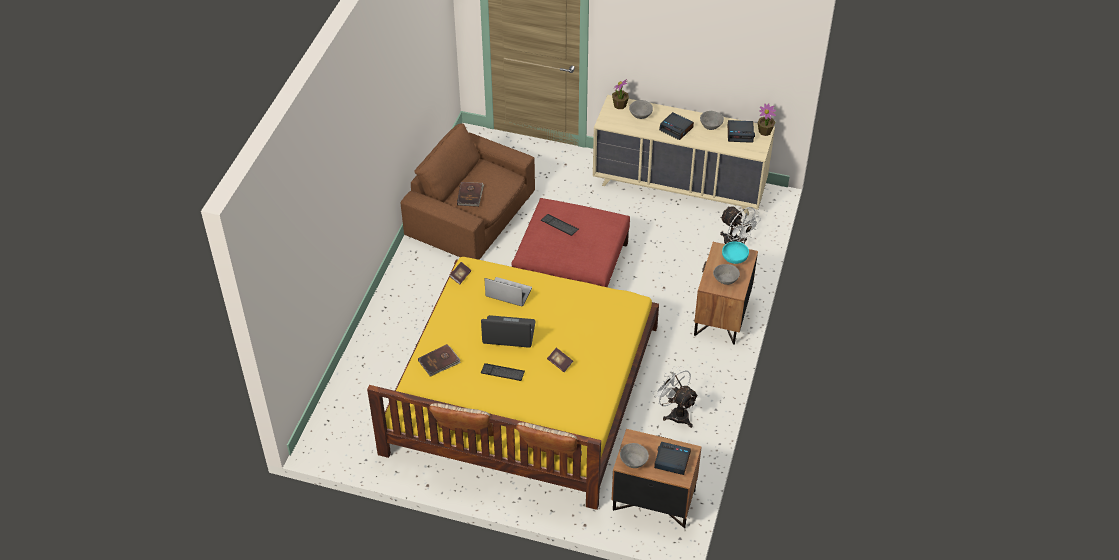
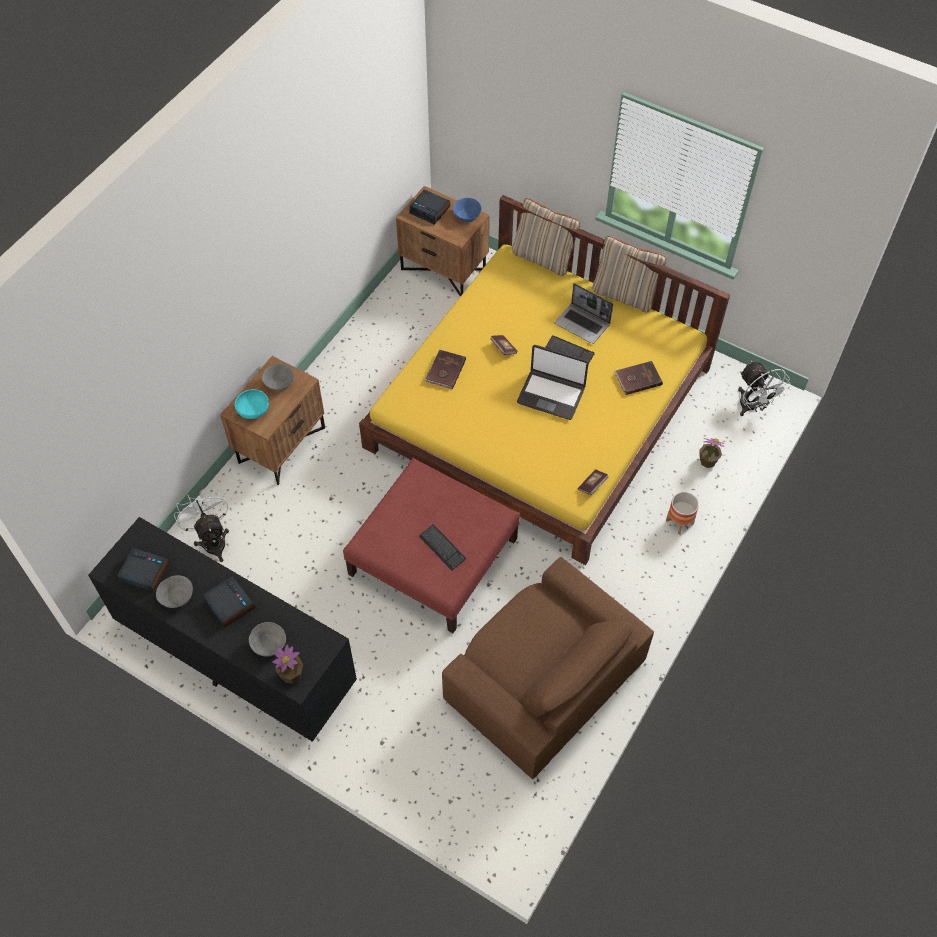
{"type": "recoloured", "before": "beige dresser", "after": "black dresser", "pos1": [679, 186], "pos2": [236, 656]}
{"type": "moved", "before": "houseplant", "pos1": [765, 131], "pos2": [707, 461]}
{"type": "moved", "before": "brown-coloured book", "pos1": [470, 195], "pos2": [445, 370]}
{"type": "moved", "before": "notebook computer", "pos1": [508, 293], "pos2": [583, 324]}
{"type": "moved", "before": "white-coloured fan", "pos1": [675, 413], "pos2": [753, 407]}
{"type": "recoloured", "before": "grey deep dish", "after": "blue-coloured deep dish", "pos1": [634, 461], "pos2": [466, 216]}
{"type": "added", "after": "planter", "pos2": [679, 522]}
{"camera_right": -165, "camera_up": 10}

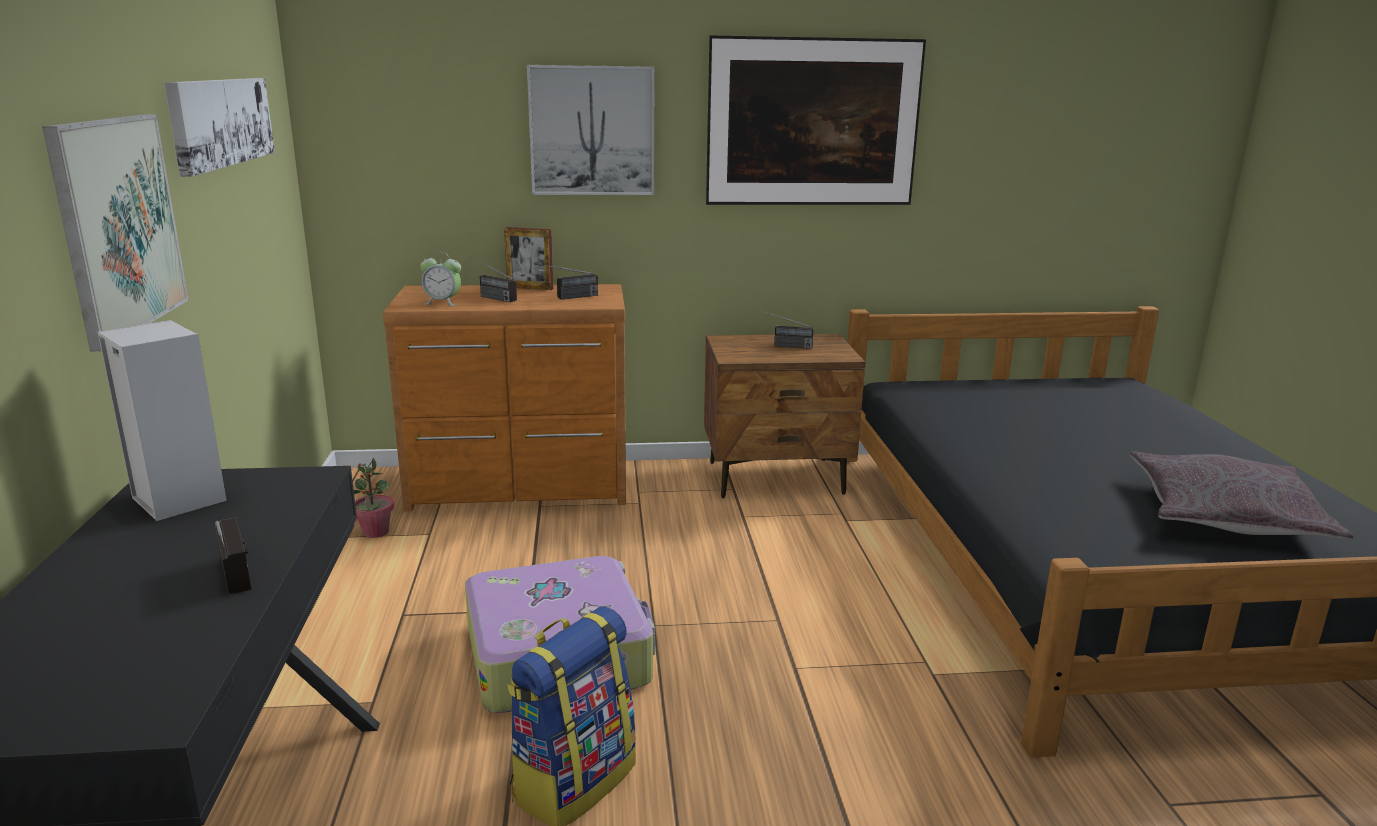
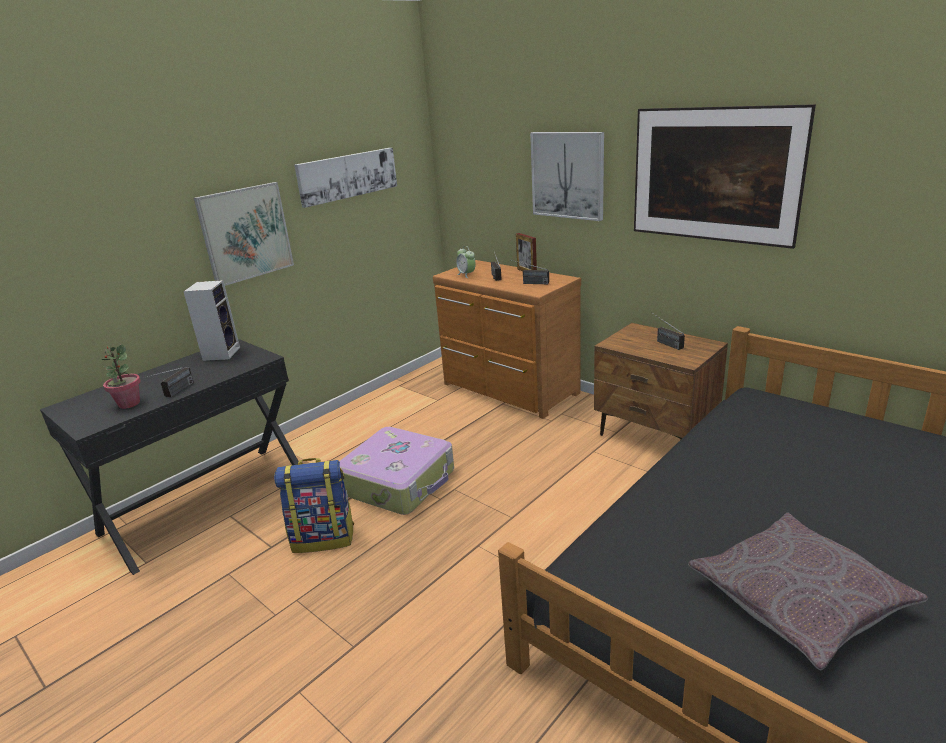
{"type": "moved", "before": "houseplant", "pos1": [375, 532], "pos2": [129, 404]}
{"camera_right": 50, "camera_up": 5}

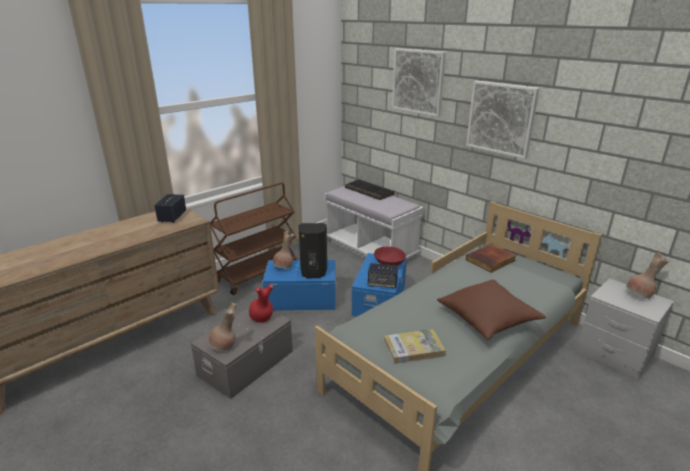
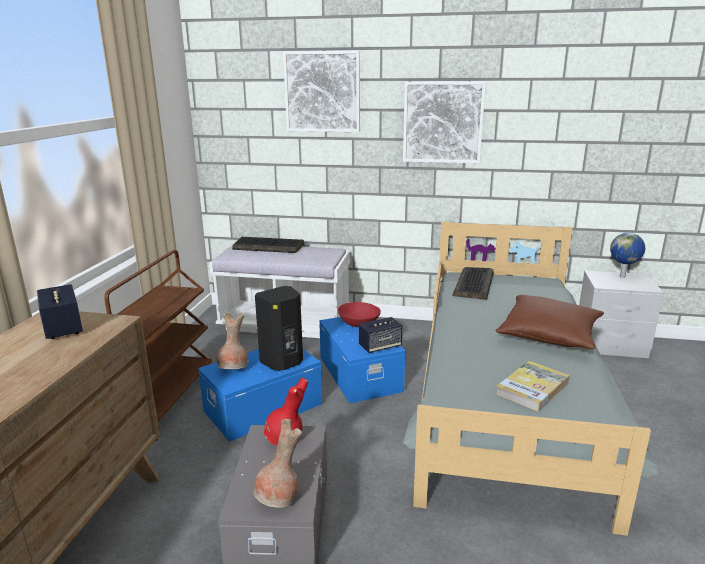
{"type": "replaced", "before": "book", "after": "computer keyboard", "pos1": [491, 261], "pos2": [474, 285]}
{"type": "replaced", "before": "brown-coloured flower vase", "after": "world globe", "pos1": [639, 295], "pos2": [623, 277]}
{"camera_right": -35, "camera_up": -5}

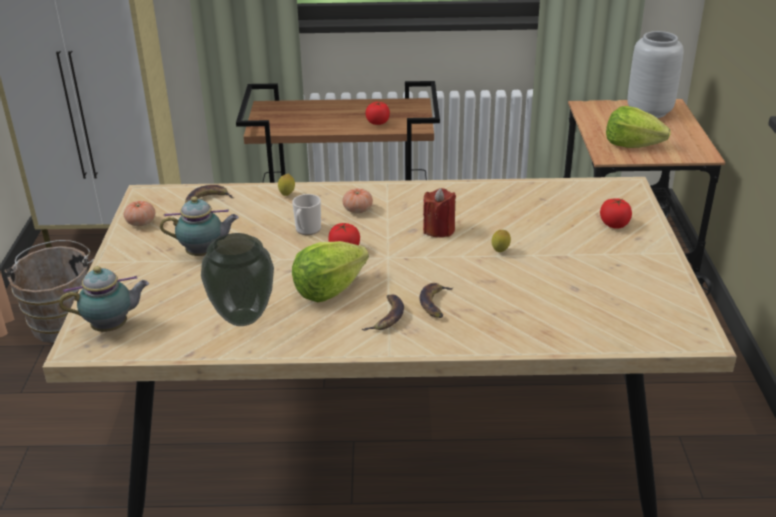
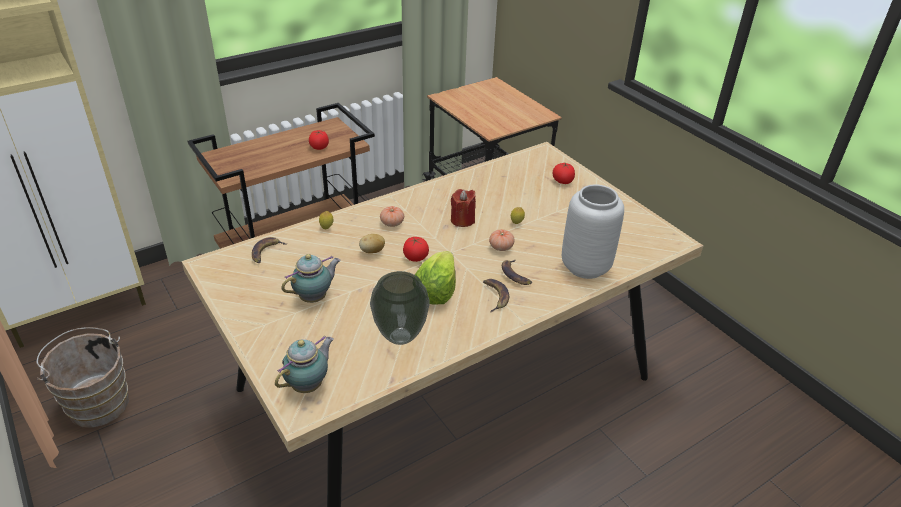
{"type": "moved", "before": "grey flower vase", "pos1": [650, 112], "pos2": [586, 267]}
{"type": "removed", "before": "lettuce", "pos1": [632, 145]}
{"type": "replaced", "before": "mug", "after": "spud", "pos1": [307, 230], "pos2": [372, 251]}
{"type": "moved", "before": "tomato", "pos1": [141, 223], "pos2": [501, 247]}
{"camera_right": -35, "camera_up": 5}

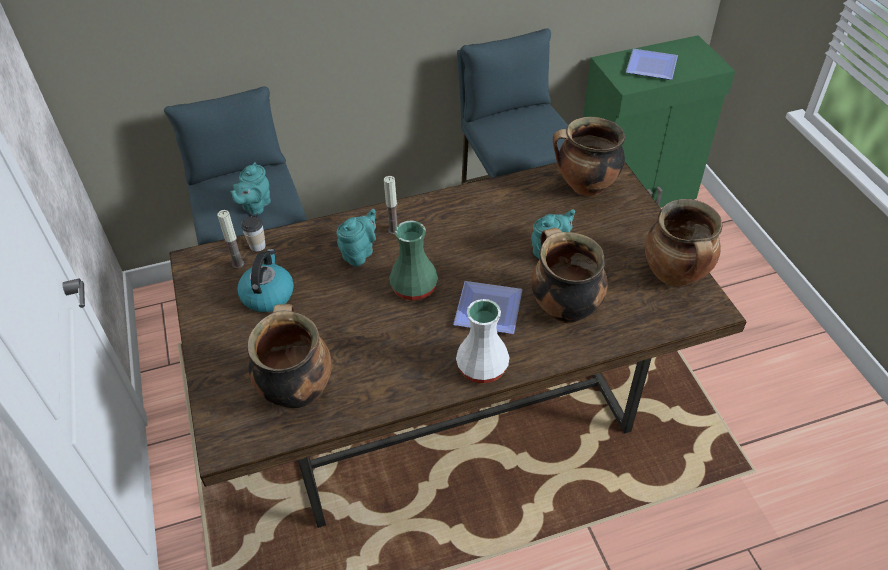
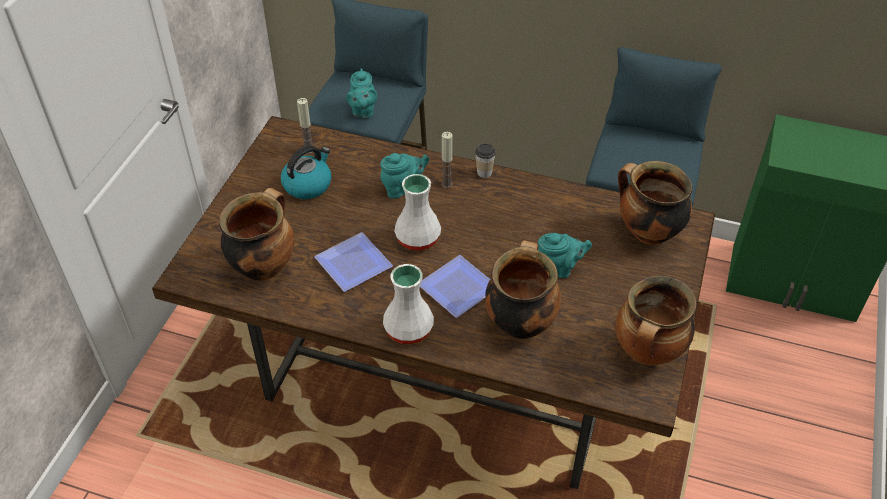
{"type": "moved", "before": "plate", "pos1": [650, 65], "pos2": [354, 262]}
{"type": "turned", "before": "turquoise teapot", "pos1": [255, 206], "pos2": [363, 111], "turn": -60}
{"type": "moved", "before": "cup", "pos1": [257, 246], "pos2": [484, 172]}
{"type": "recoloured", "before": "greenish flower vase", "after": "white-coloured flower vase", "pos1": [414, 286], "pos2": [418, 238]}
{"camera_right": 35, "camera_up": 0}

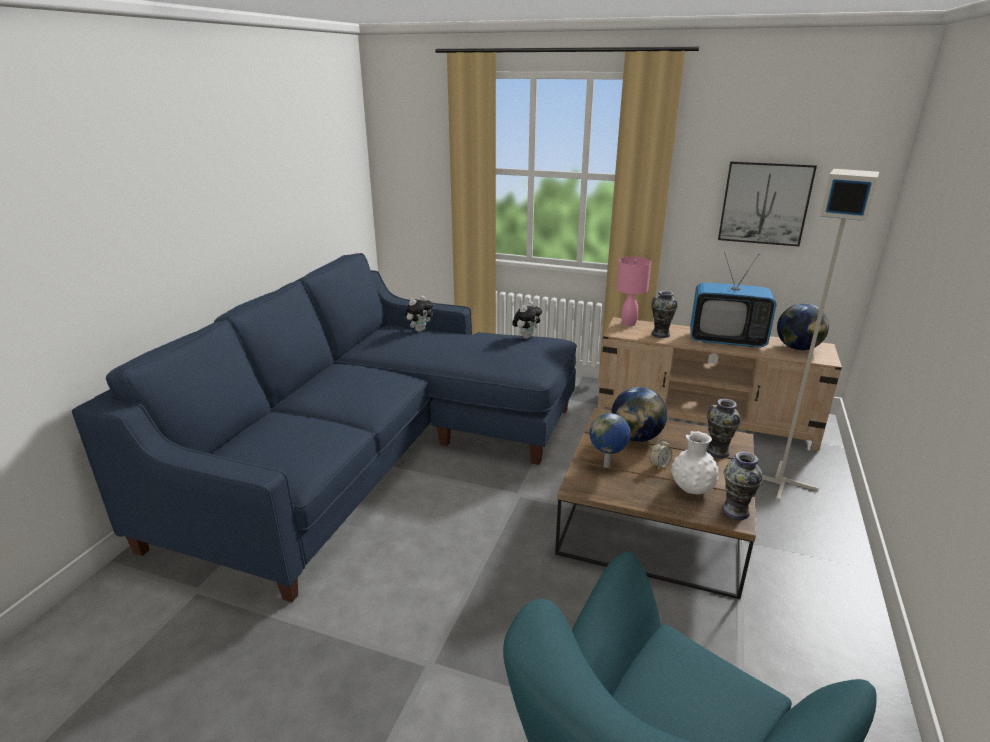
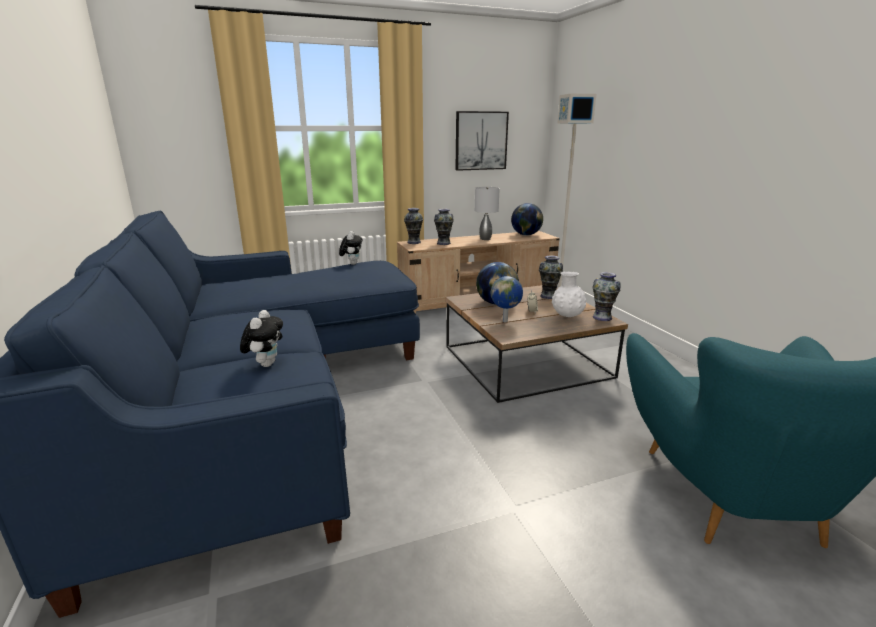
{"type": "replaced", "before": "TV set", "after": "grey tabletop lamp", "pos1": [726, 340], "pos2": [485, 239]}
{"type": "replaced", "before": "pink-coloured tabletop lamp", "after": "flower vase", "pos1": [629, 323], "pos2": [414, 242]}
{"type": "moved", "before": "soft toy", "pos1": [419, 330], "pos2": [266, 364]}
{"camera_right": -40, "camera_up": -5}

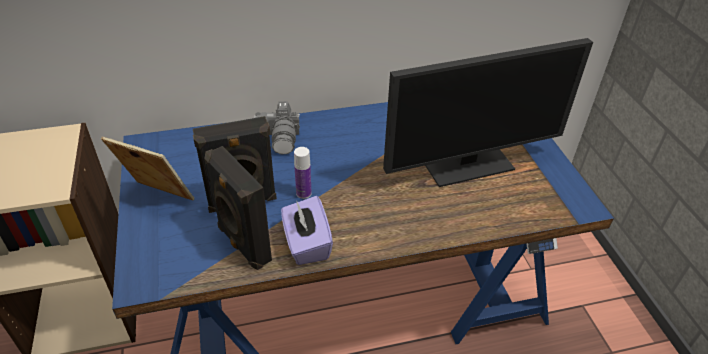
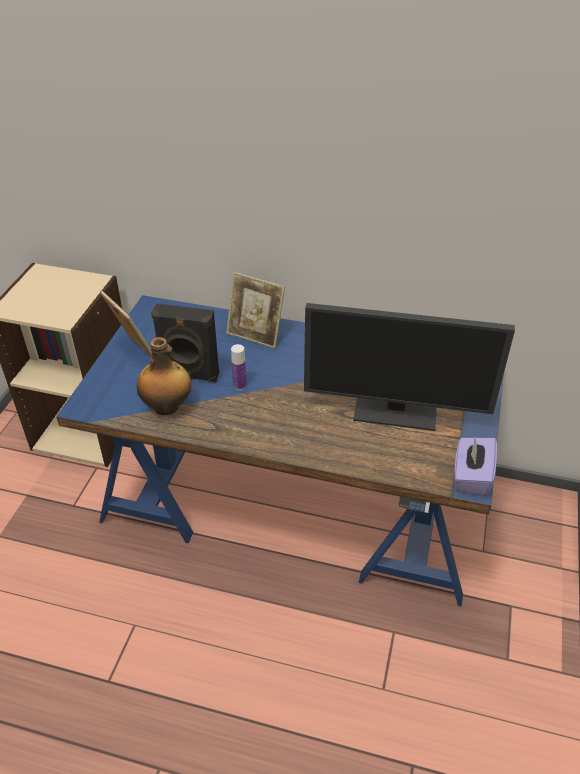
{"type": "replaced", "before": "still camera", "after": "photo frame", "pos1": [280, 138], "pos2": [255, 335]}
{"type": "replaced", "before": "black speaker", "after": "bottle", "pos1": [243, 244], "pos2": [167, 407]}
{"type": "moved", "before": "purple tissue box", "pos1": [306, 244], "pos2": [471, 477]}
{"camera_right": 30, "camera_up": 0}

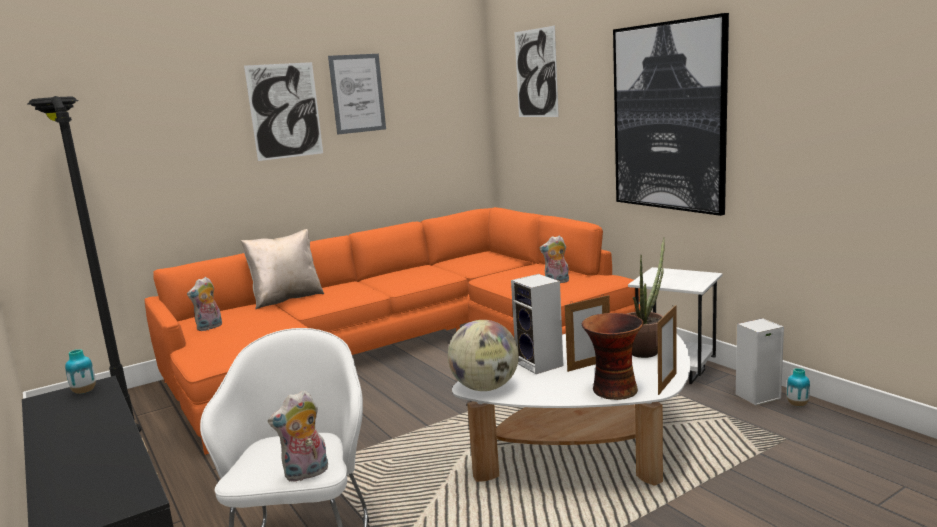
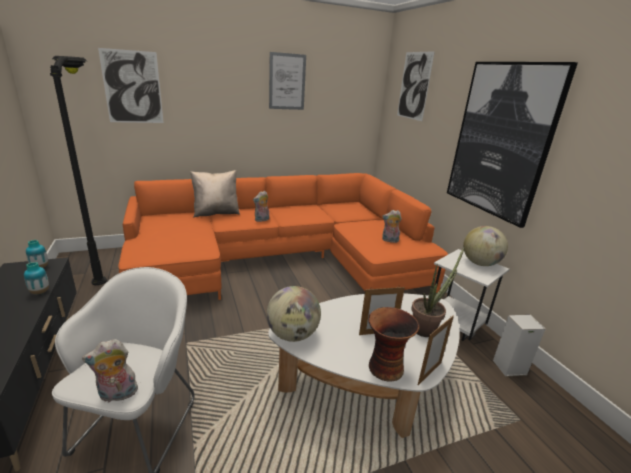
{"type": "moved", "before": "picture", "pos1": [285, 111], "pos2": [132, 87]}
{"type": "removed", "before": "speaker", "pos1": [541, 364]}
{"type": "moved", "before": "soft toy", "pos1": [209, 327], "pos2": [262, 220]}
{"type": "moved", "before": "flower vase", "pos1": [797, 404], "pos2": [40, 292]}
{"type": "added", "after": "world globe", "pos2": [480, 263]}
{"camera_right": 10, "camera_up": 10}

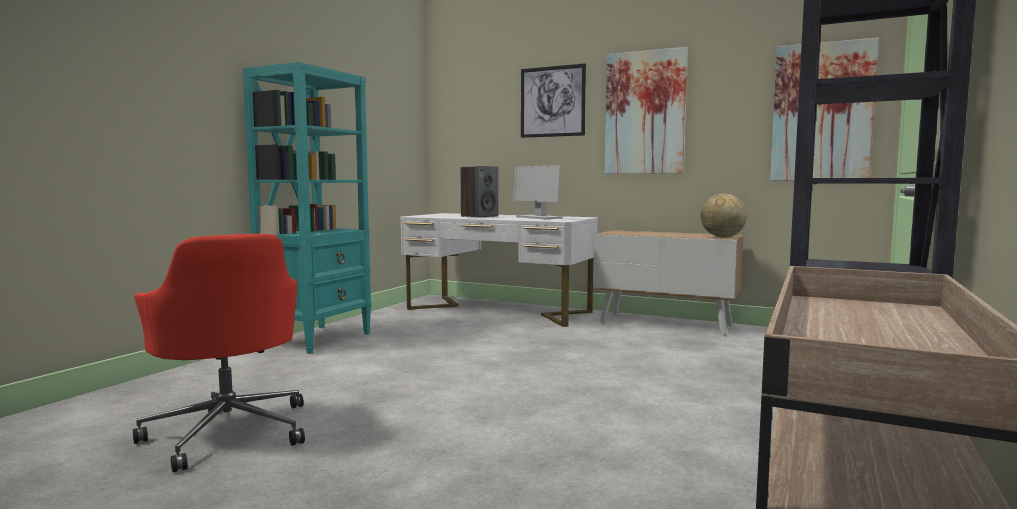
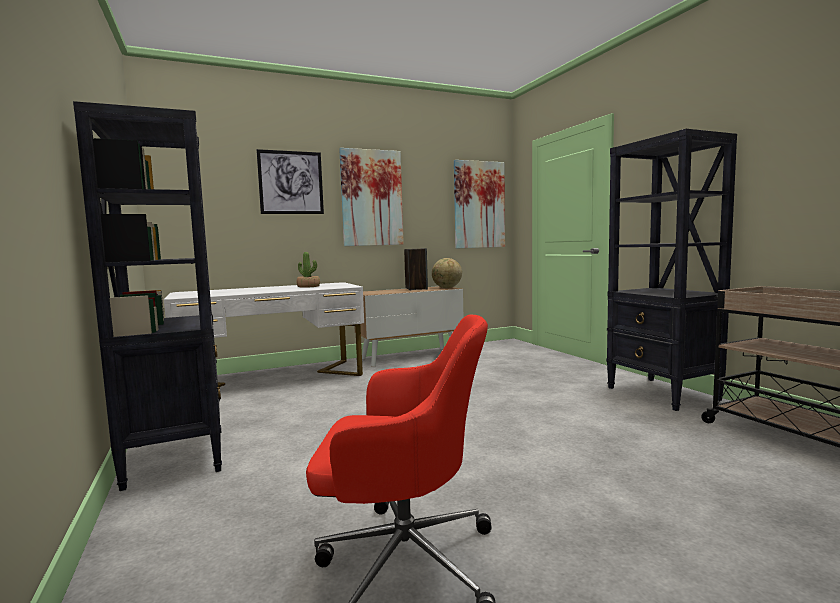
{"type": "recoloured", "before": "turquoise bookshelf", "after": "black bookshelf", "pos1": [317, 339], "pos2": [176, 457]}
{"type": "replaced", "before": "computer display", "after": "houseplant", "pos1": [538, 217], "pos2": [308, 286]}
{"type": "moved", "before": "speaker", "pos1": [479, 216], "pos2": [416, 289]}
{"camera_right": -50, "camera_up": 0}

